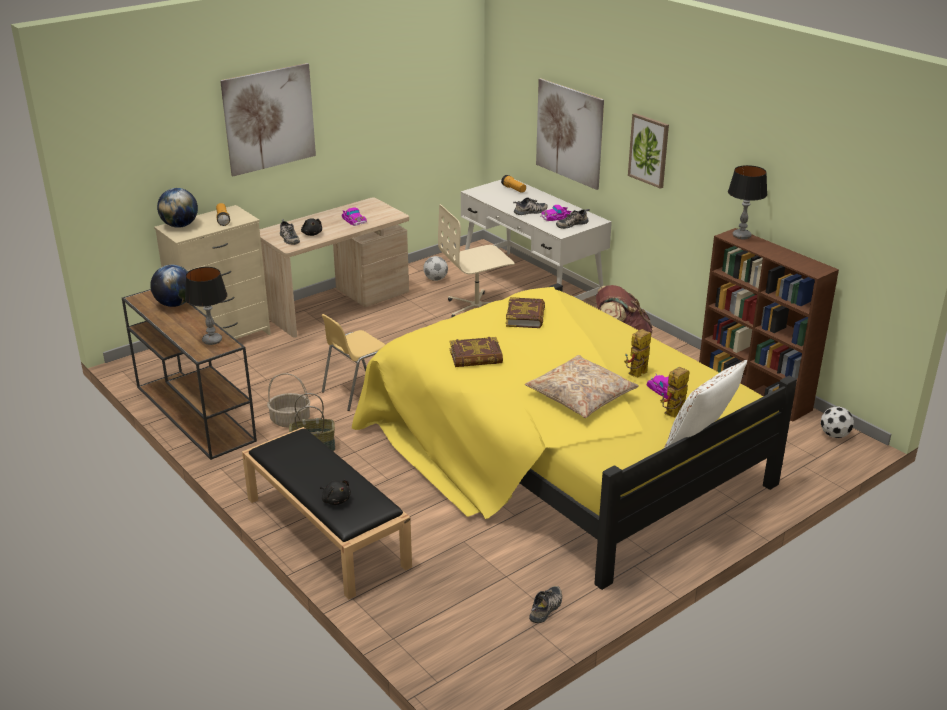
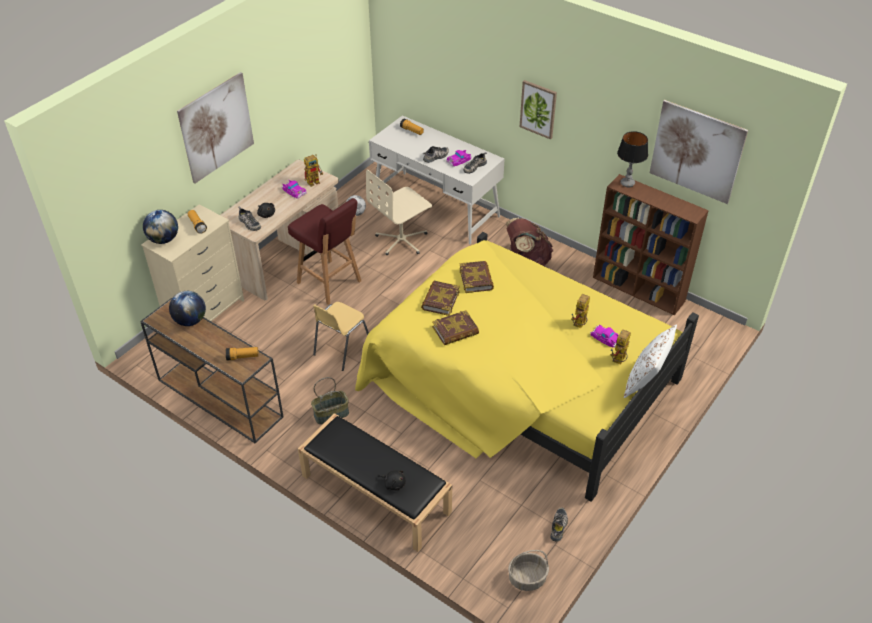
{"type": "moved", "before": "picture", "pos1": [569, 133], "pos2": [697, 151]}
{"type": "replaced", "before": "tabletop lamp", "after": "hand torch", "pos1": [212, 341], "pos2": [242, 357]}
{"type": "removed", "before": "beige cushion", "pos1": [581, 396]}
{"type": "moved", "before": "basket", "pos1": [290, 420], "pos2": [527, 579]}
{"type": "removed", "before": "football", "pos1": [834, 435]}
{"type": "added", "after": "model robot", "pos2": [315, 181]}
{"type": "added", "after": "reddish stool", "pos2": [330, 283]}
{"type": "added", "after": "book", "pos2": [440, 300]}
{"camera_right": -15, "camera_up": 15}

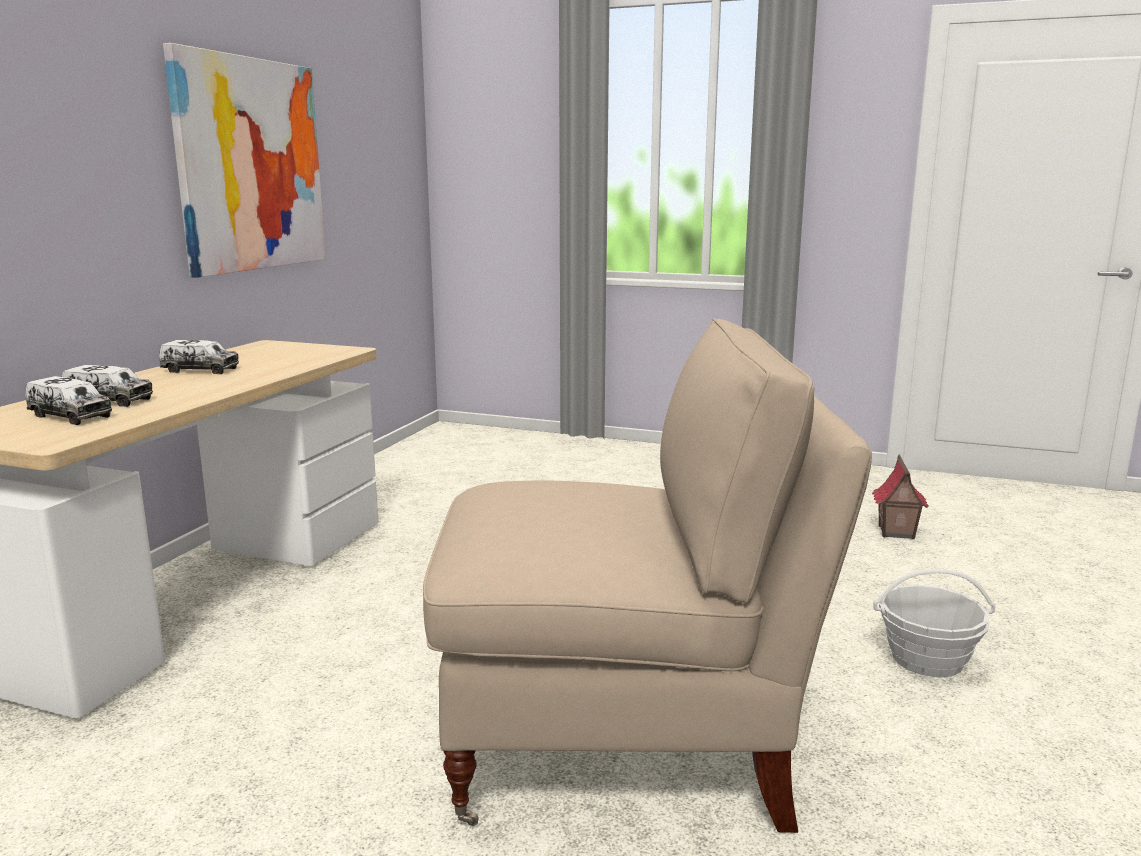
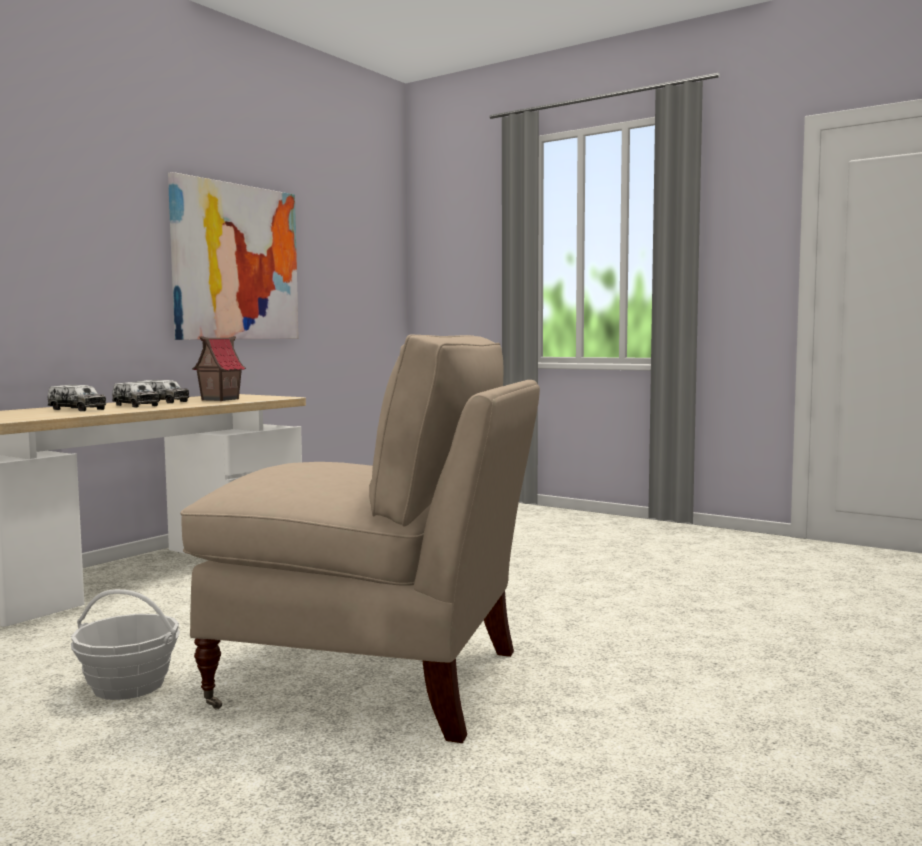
{"type": "moved", "before": "toy lorry", "pos1": [70, 416], "pos2": [135, 405]}
{"type": "moved", "before": "miniature house", "pos1": [895, 532], "pos2": [219, 399]}
{"type": "moved", "before": "basket", "pos1": [927, 659], "pos2": [128, 686]}
{"camera_right": 15, "camera_up": -10}

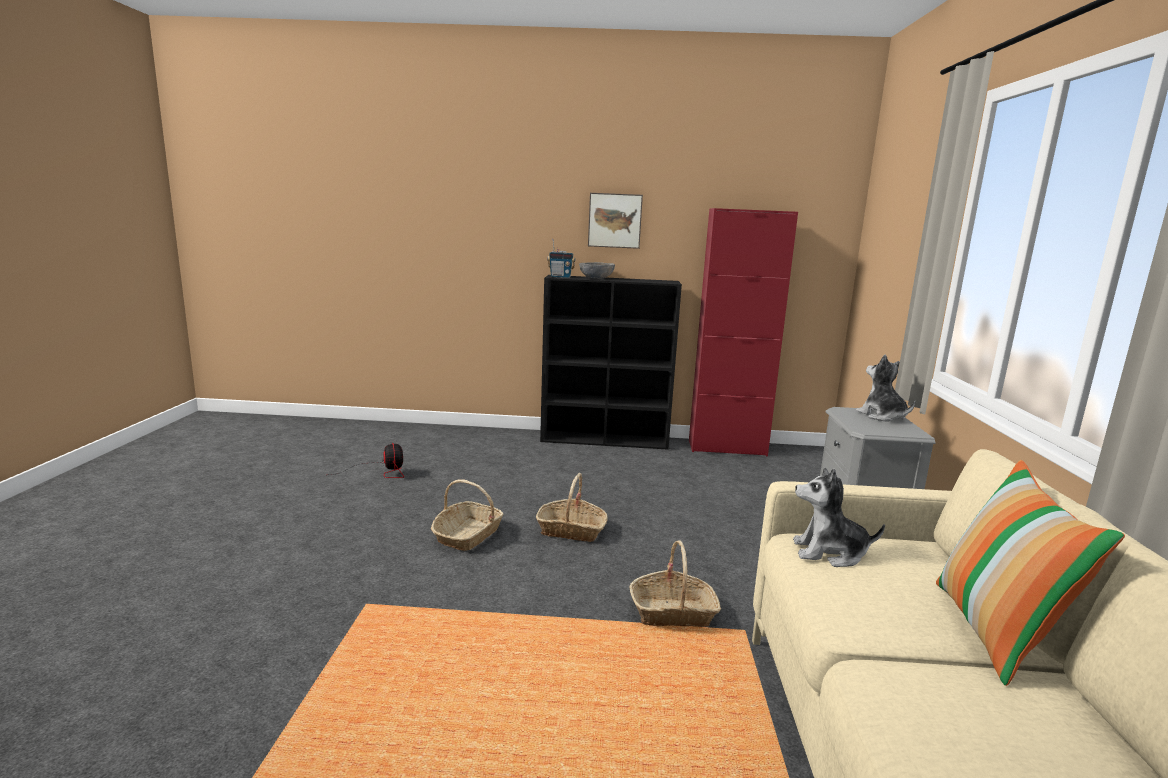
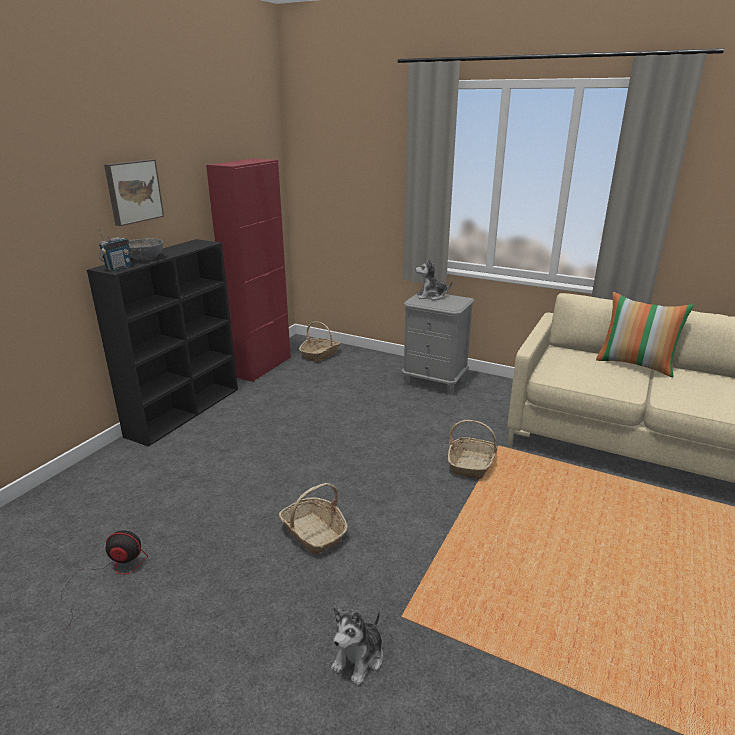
{"type": "moved", "before": "soft toy", "pos1": [829, 553], "pos2": [359, 658]}
{"type": "moved", "before": "basket", "pos1": [571, 530], "pos2": [320, 354]}
{"camera_right": -65, "camera_up": 10}

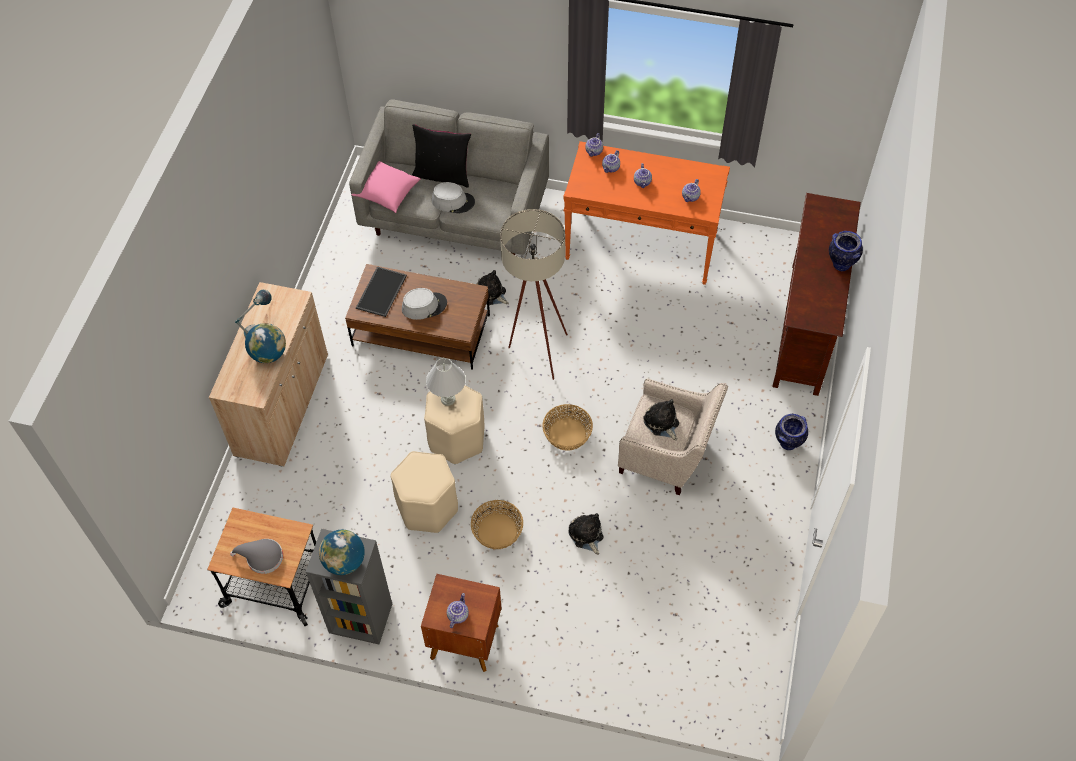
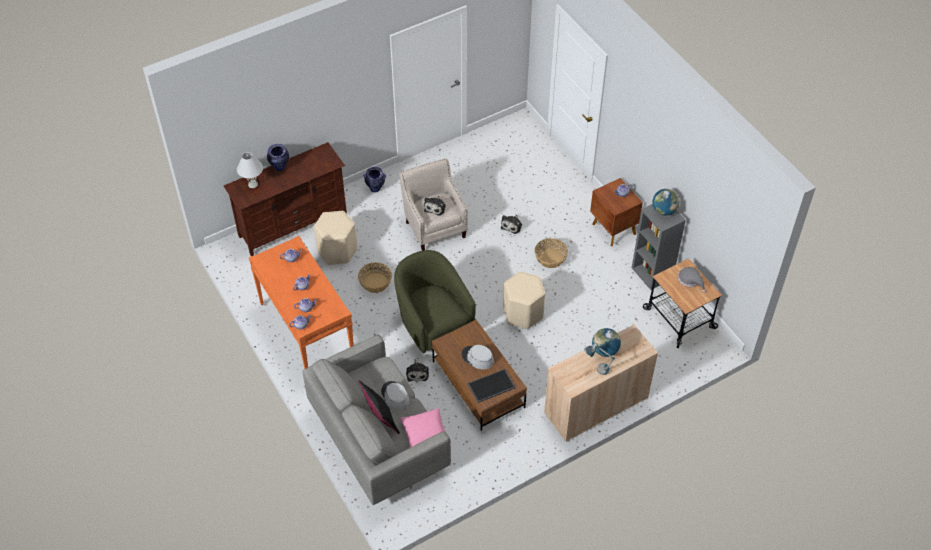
{"type": "replaced", "before": "beige standard lamp", "after": "greenish armchair", "pos1": [535, 352], "pos2": [433, 322]}
{"type": "moved", "before": "white-coloured tabletop lamp", "pos1": [447, 399], "pos2": [253, 184]}
{"type": "moved", "before": "basket", "pos1": [567, 434], "pos2": [375, 283]}
{"type": "moved", "before": "beige stool", "pos1": [427, 507], "pos2": [337, 251]}
{"camera_right": -135, "camera_up": -5}

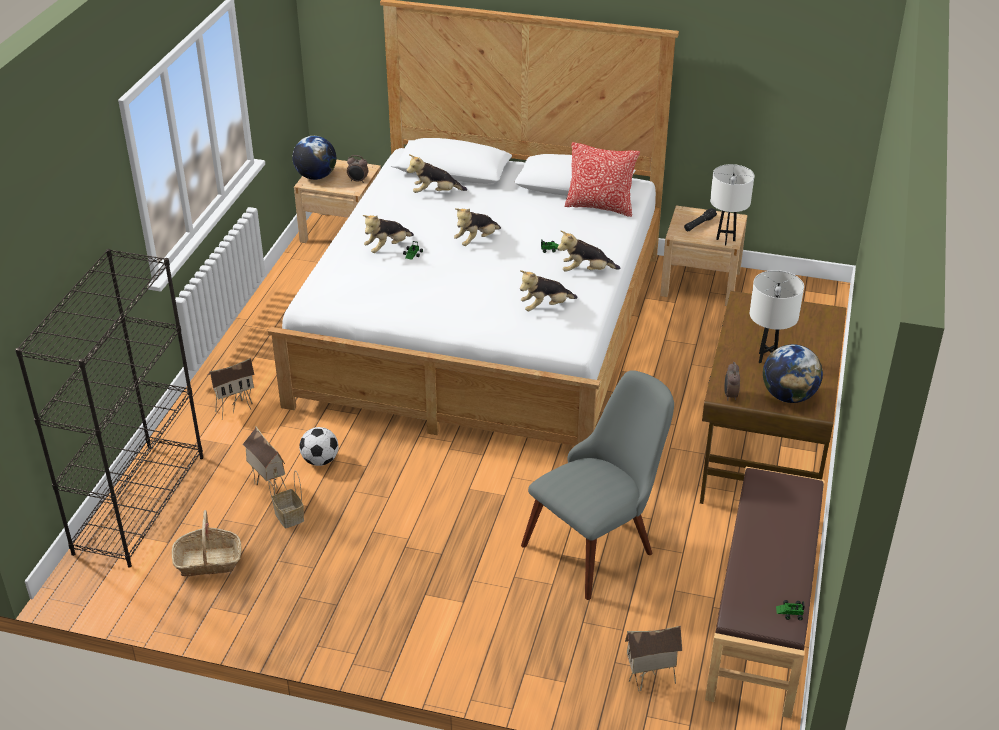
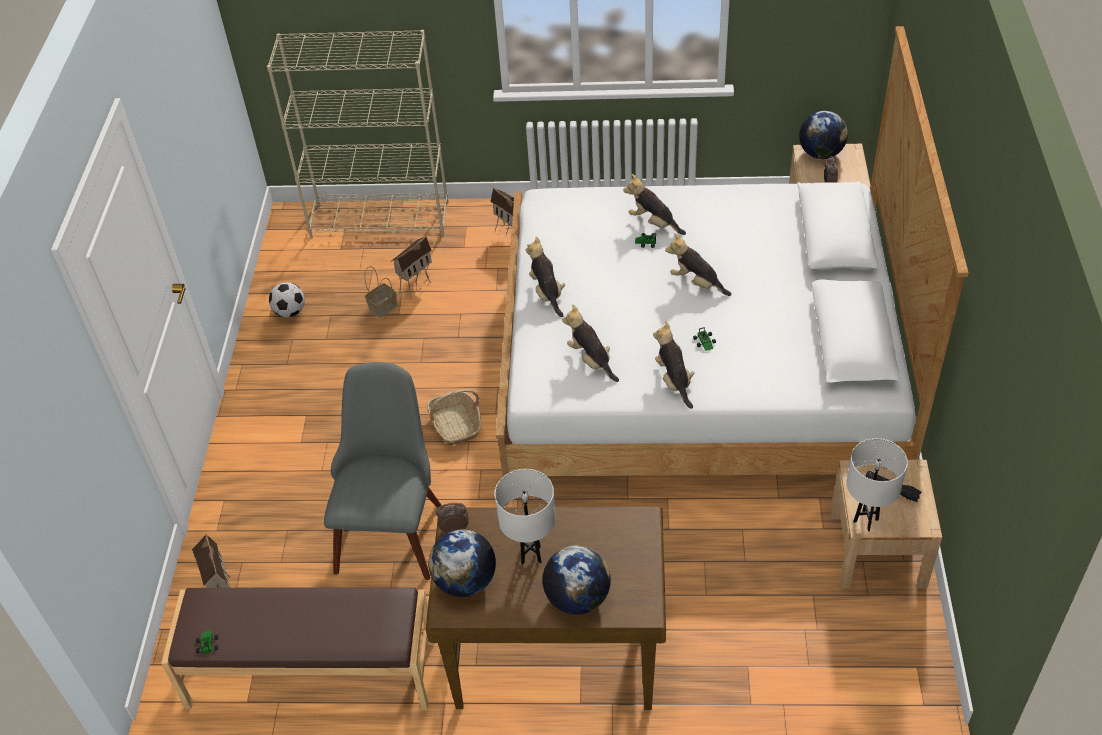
{"type": "removed", "before": "cushion", "pos1": [600, 207]}
{"type": "moved", "before": "soft toy", "pos1": [435, 193], "pos2": [547, 293]}
{"type": "recoloured", "before": "black bookshelf", "after": "beige bookshelf", "pos1": [140, 503], "pos2": [381, 219]}
{"type": "turned", "before": "grey chair", "pos1": [599, 542], "pos2": [392, 524], "turn": -120}
{"type": "moved", "before": "football", "pos1": [320, 460], "pos2": [290, 312]}
{"type": "moved", "before": "basket", "pos1": [208, 561], "pos2": [456, 424]}
{"type": "added", "after": "world globe", "pos2": [577, 598]}
{"camera_right": 80, "camera_up": 10}

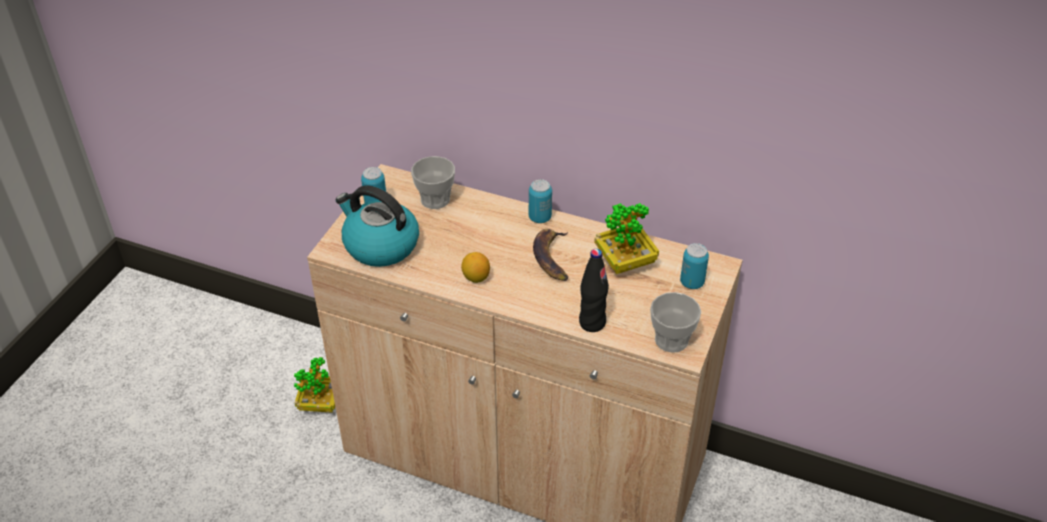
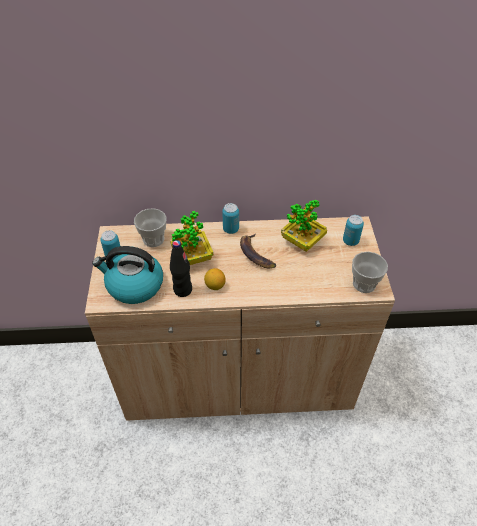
{"type": "moved", "before": "black bottle", "pos1": [592, 323], "pos2": [182, 290]}
{"type": "moved", "before": "houseplant", "pos1": [320, 403], "pos2": [192, 257]}
{"camera_right": -25, "camera_up": 5}

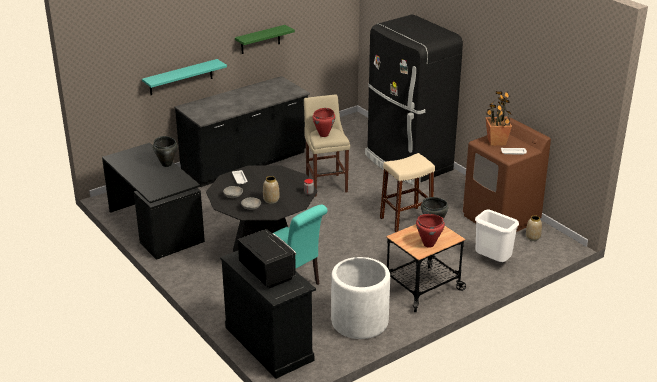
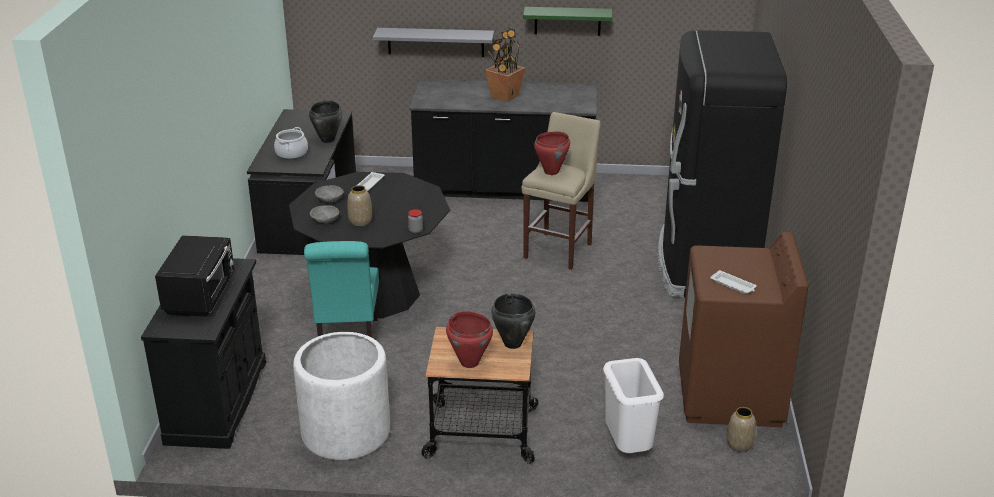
{"type": "recoloured", "before": "turquoise wall shelf", "after": "grey wall shelf", "pos1": [181, 77], "pos2": [435, 42]}
{"type": "moved", "before": "houseplant", "pos1": [496, 142], "pos2": [504, 96]}
{"type": "removed", "before": "beige stool", "pos1": [406, 219]}
{"type": "added", "after": "cooking pot", "pos2": [291, 153]}
{"camera_right": 40, "camera_up": 0}

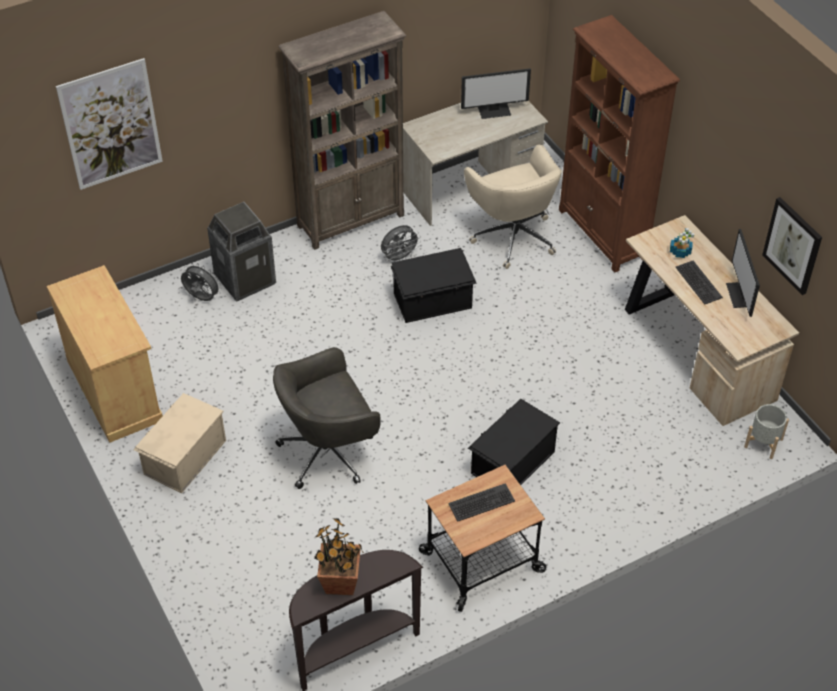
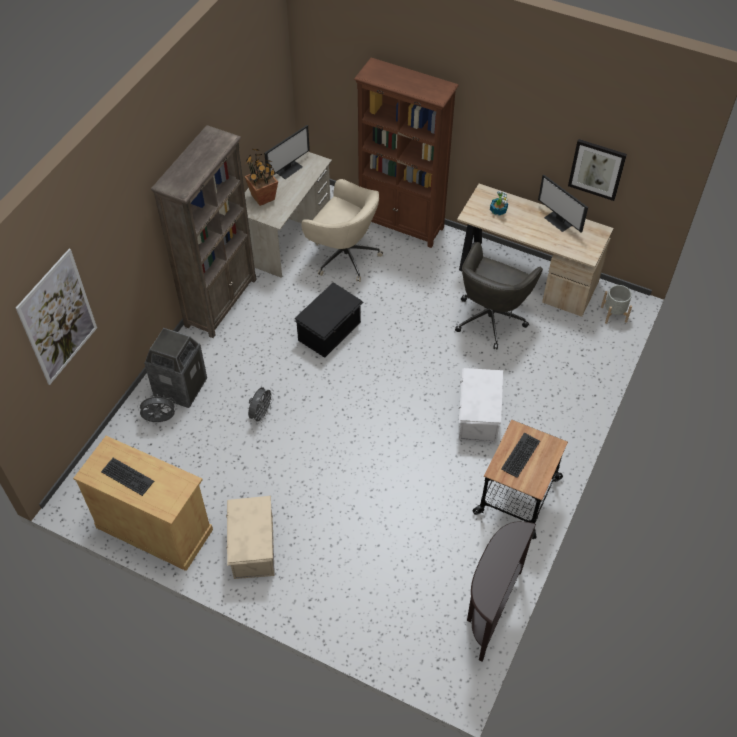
{"type": "moved", "before": "grey fan", "pos1": [399, 257], "pos2": [261, 414]}
{"type": "moved", "before": "computer keyboard", "pos1": [698, 283], "pos2": [127, 477]}
{"type": "moved", "before": "grey desk chair", "pos1": [329, 451], "pos2": [491, 318]}
{"type": "recoloured", "before": "black storage bin", "after": "white-coloured storage bin", "pos1": [511, 462], "pos2": [477, 416]}
{"type": "moved", "before": "houseplant", "pos1": [341, 583], "pos2": [263, 198]}
{"camera_right": -35, "camera_up": 5}

